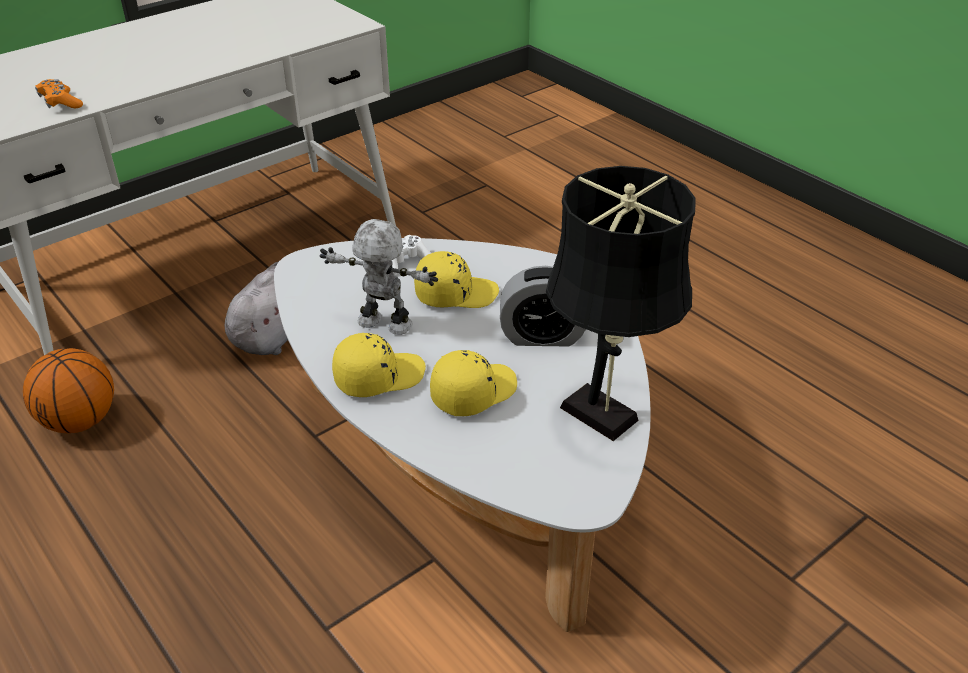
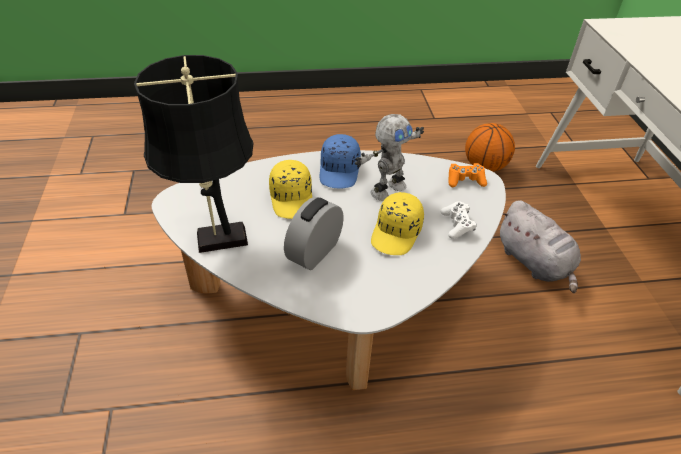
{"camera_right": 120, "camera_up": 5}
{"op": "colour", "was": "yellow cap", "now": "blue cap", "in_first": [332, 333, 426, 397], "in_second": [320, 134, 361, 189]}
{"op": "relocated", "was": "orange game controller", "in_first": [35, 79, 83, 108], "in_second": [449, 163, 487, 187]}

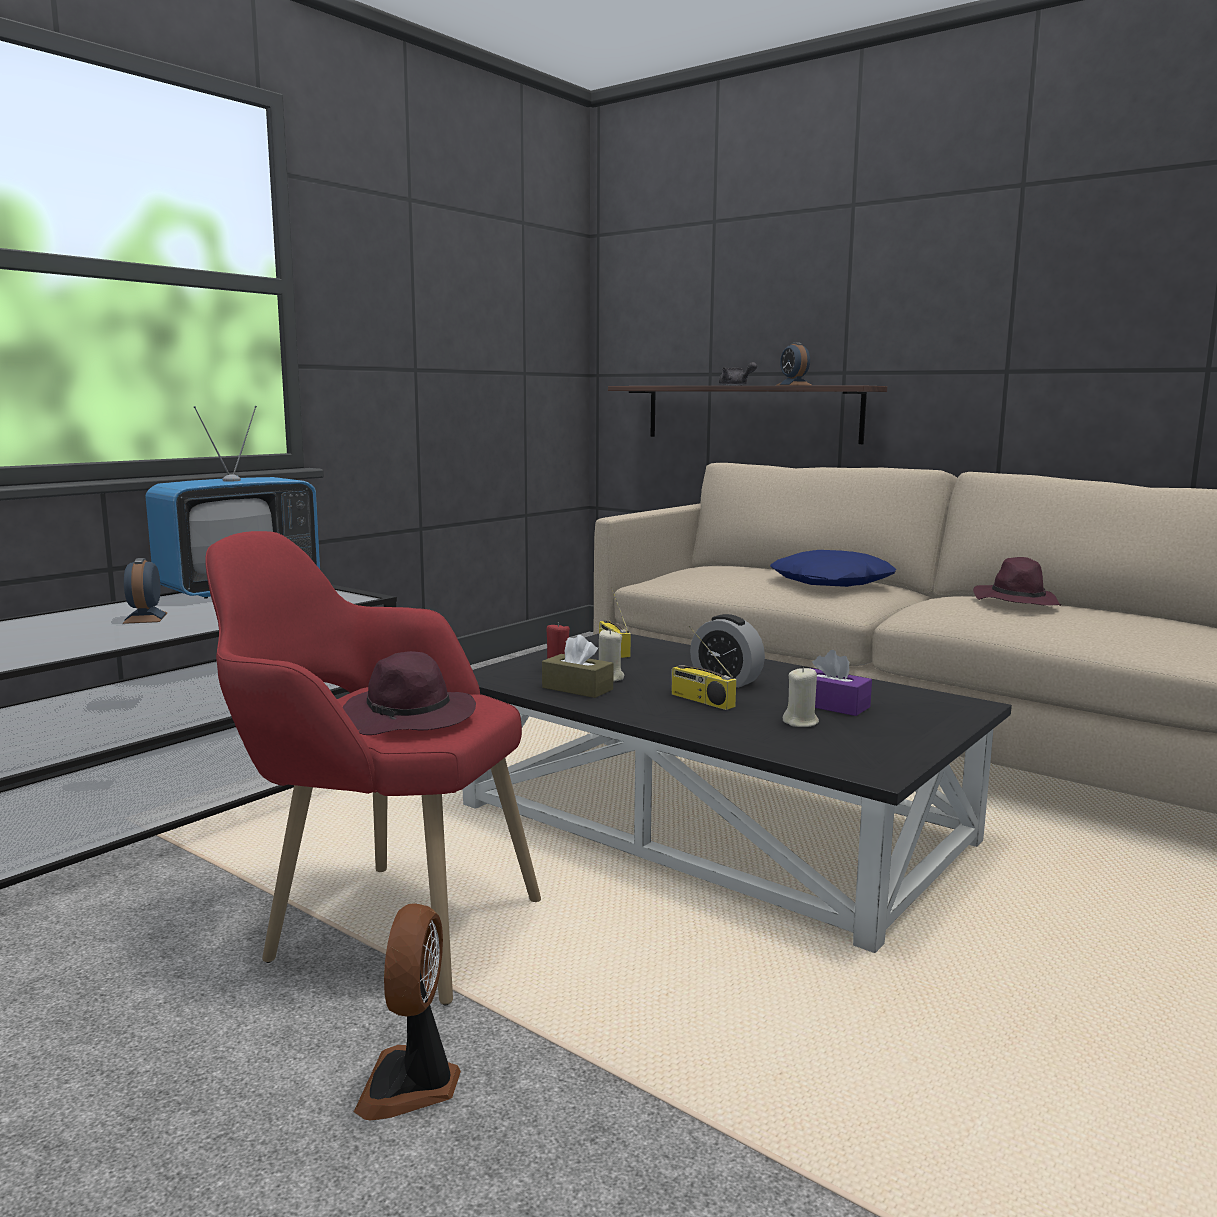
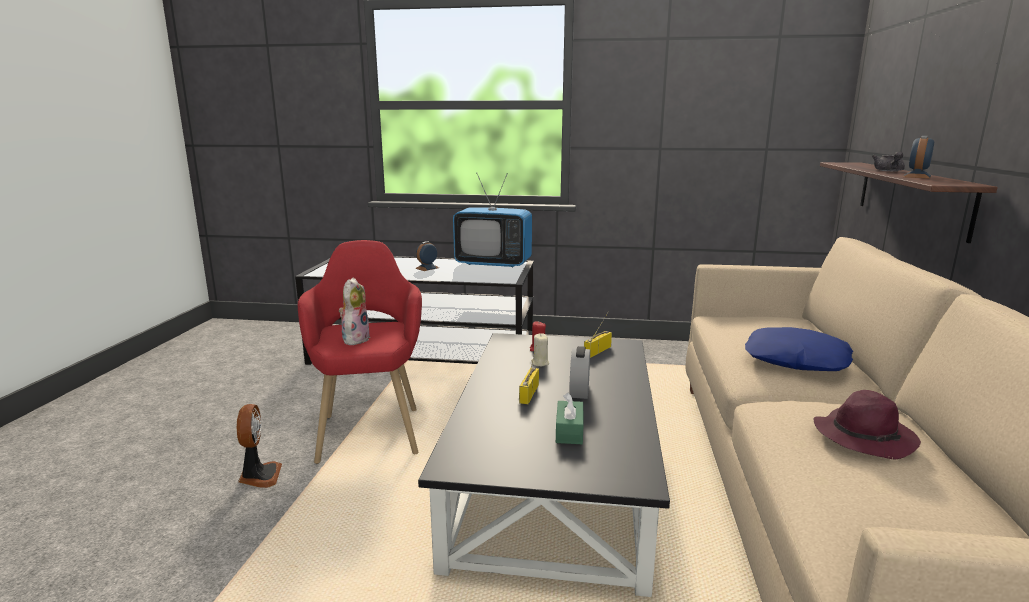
{"camera_right": 60, "camera_up": 5}
{"op": "spun", "was": "fan", "in_first": [354, 903, 461, 1121], "in_second": [237, 404, 282, 488], "clockwise": 105}
{"op": "exchanged", "was": "purple hat", "now": "plush toy", "in_first": [342, 651, 476, 735], "in_second": [339, 277, 370, 345]}
{"op": "colour", "was": "purple tissue box", "now": "green tissue box", "in_first": [810, 650, 872, 716], "in_second": [556, 393, 583, 444]}
{"op": "missing", "was": "brown tissue box", "in_first": [542, 635, 614, 698]}
{"op": "missing", "was": "beige candle", "in_first": [783, 667, 819, 727]}

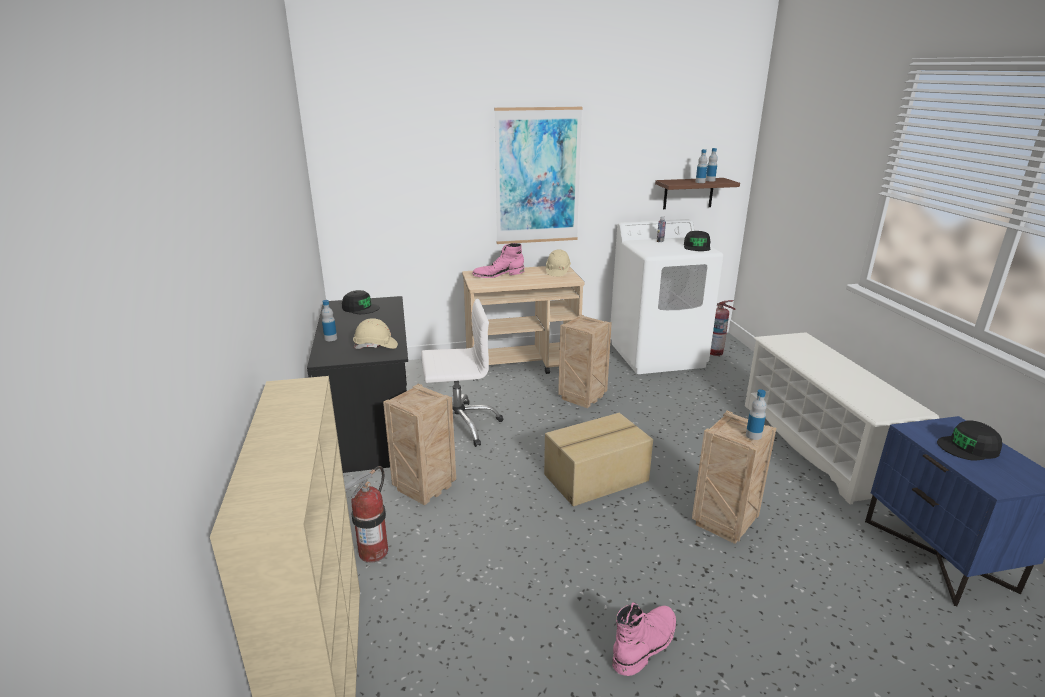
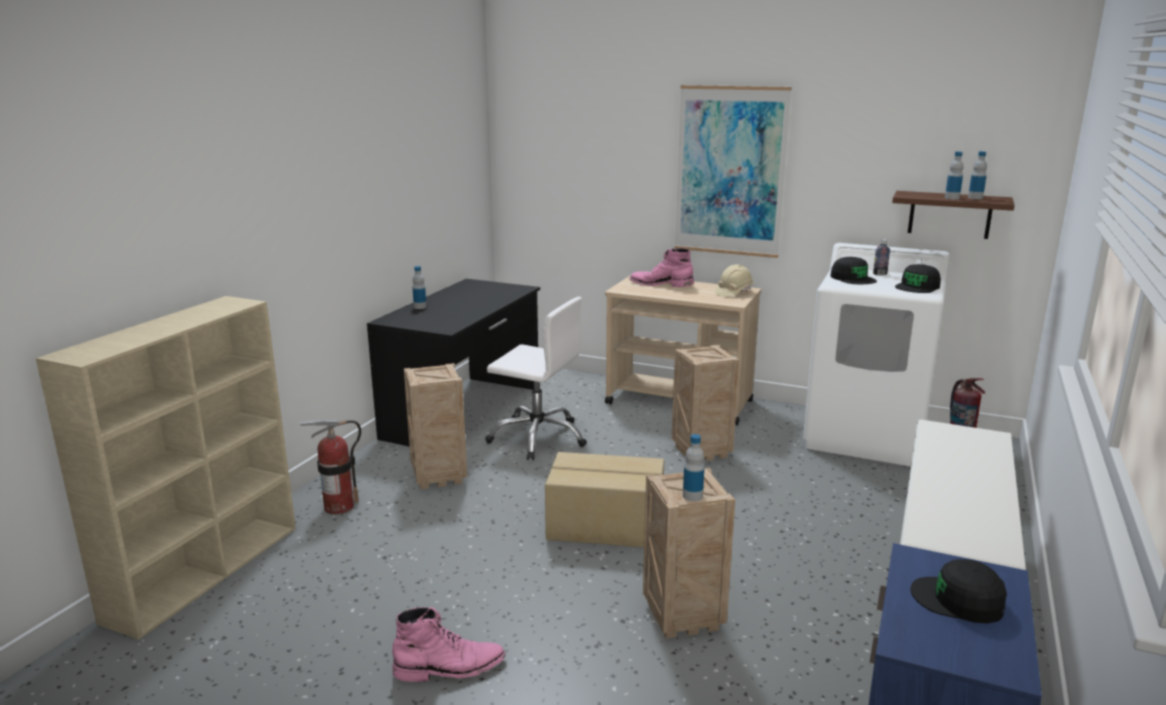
{"camera_right": 35, "camera_up": -5}
{"op": "relocated", "was": "black cap", "in_first": [342, 290, 380, 314], "in_second": [830, 257, 877, 284]}
{"op": "missing", "was": "beige hard hat", "in_first": [353, 318, 398, 349]}

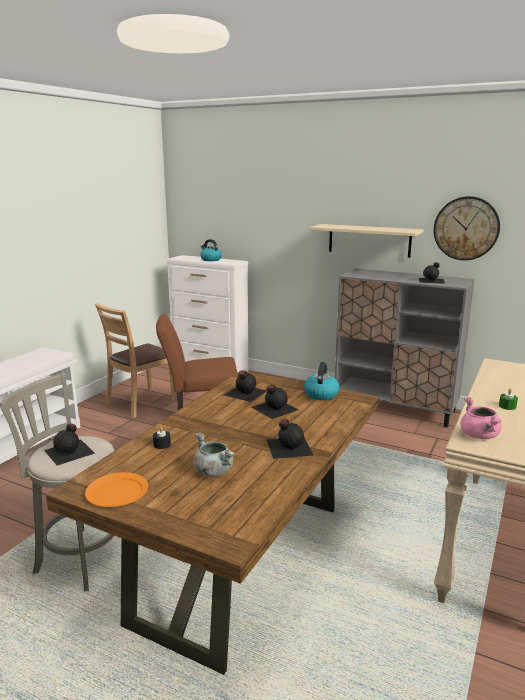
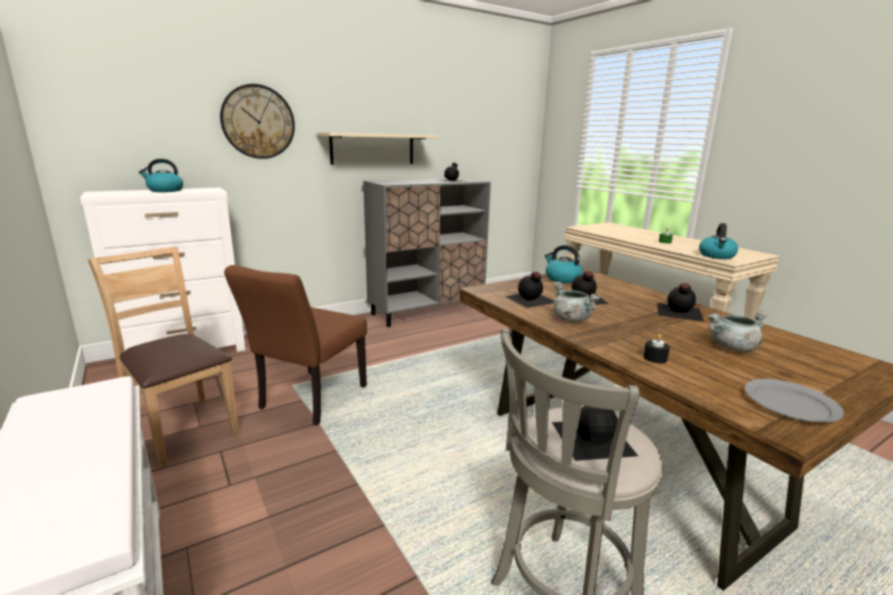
{"camera_right": -60, "camera_up": 0}
{"op": "spun", "was": "brown chair", "in_first": [95, 303, 177, 418], "in_second": [88, 247, 240, 468], "clockwise": 150}
{"op": "relocated", "was": "wall clock", "in_first": [433, 196, 500, 261], "in_second": [220, 84, 295, 159]}
{"op": "appeared", "now": "grey cooking pot", "in_second": [553, 282, 600, 322]}
{"op": "exchanged", "was": "pink cooking pot", "now": "kettle", "in_first": [461, 397, 502, 439], "in_second": [699, 223, 738, 259]}
{"op": "colour", "was": "orange plate", "now": "grey plate", "in_first": [85, 472, 148, 507], "in_second": [745, 379, 844, 422]}

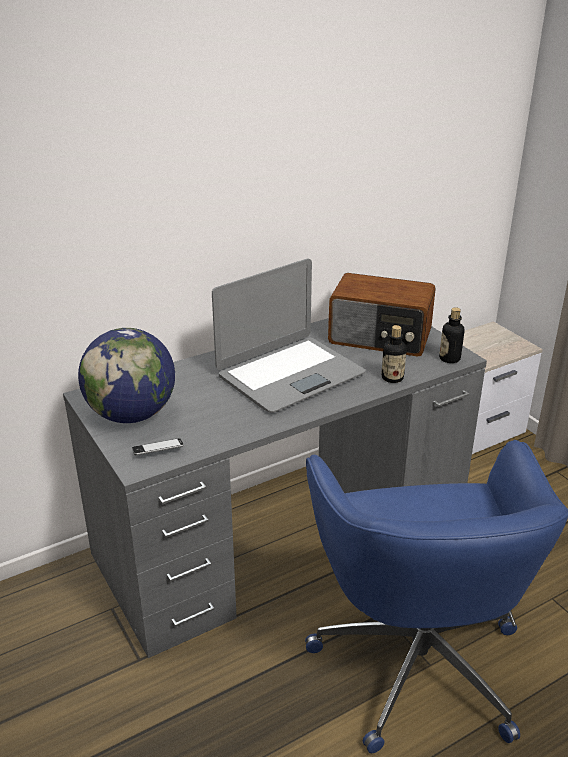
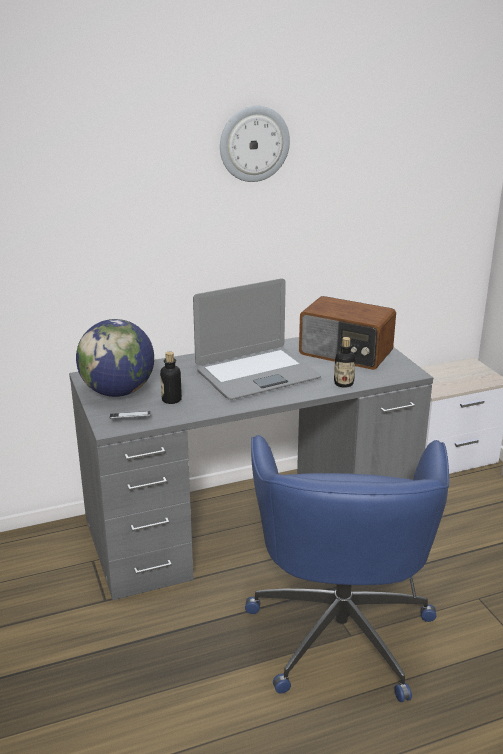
{"camera_right": 10, "camera_up": -5}
{"op": "relocated", "was": "bottle", "in_first": [439, 307, 465, 363], "in_second": [160, 351, 182, 404]}
{"op": "appeared", "now": "wall clock", "in_second": [220, 106, 290, 182]}

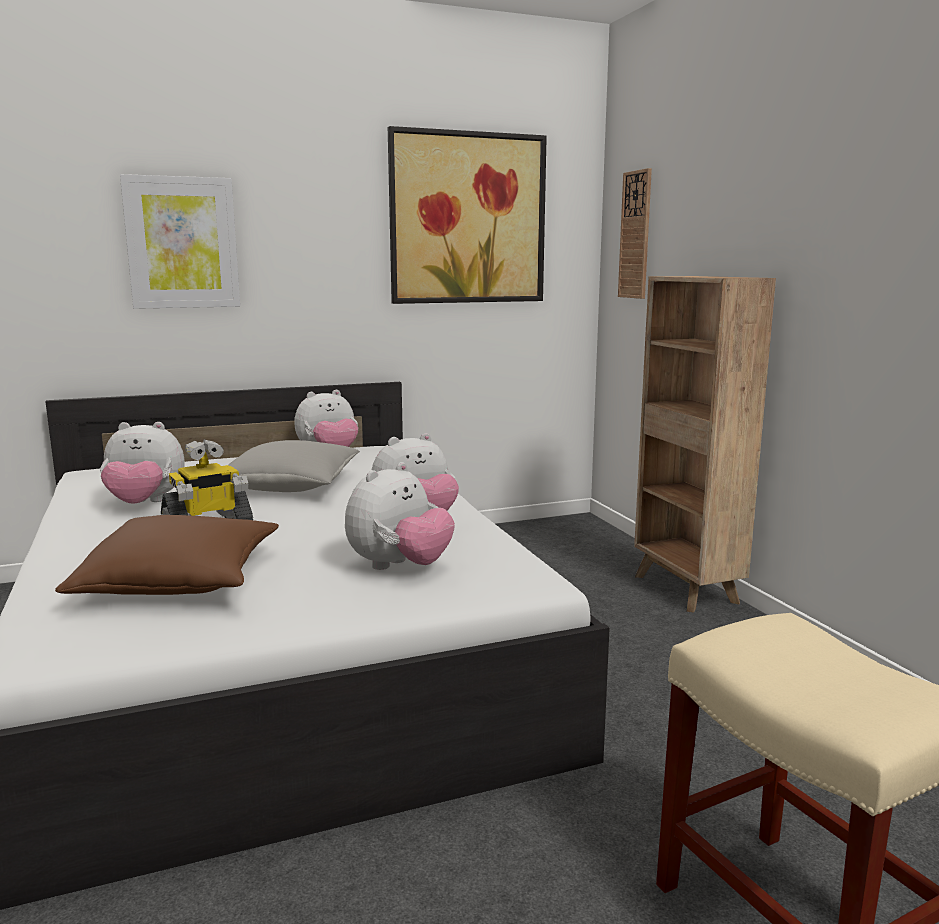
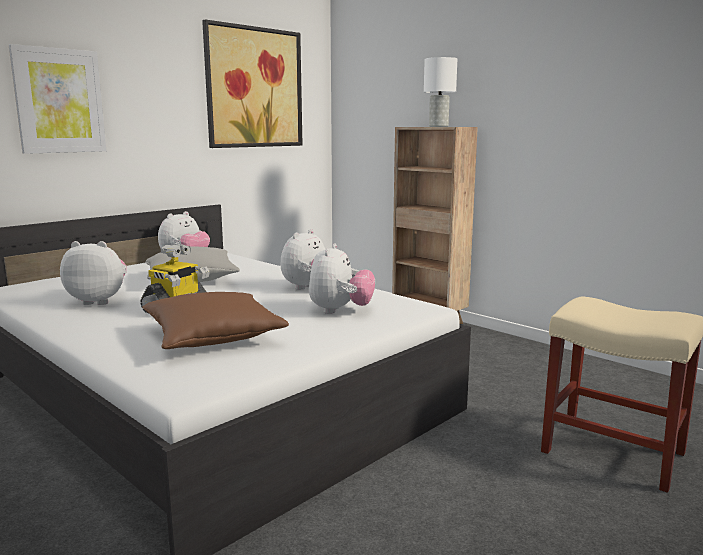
{"camera_right": -25, "camera_up": 0}
{"op": "spun", "was": "plush toy", "in_first": [100, 422, 184, 504], "in_second": [60, 241, 127, 305], "clockwise": -150}
{"op": "appeared", "now": "white table lamp", "in_second": [424, 57, 457, 127]}
{"op": "missing", "was": "wall clock", "in_first": [618, 168, 652, 299]}

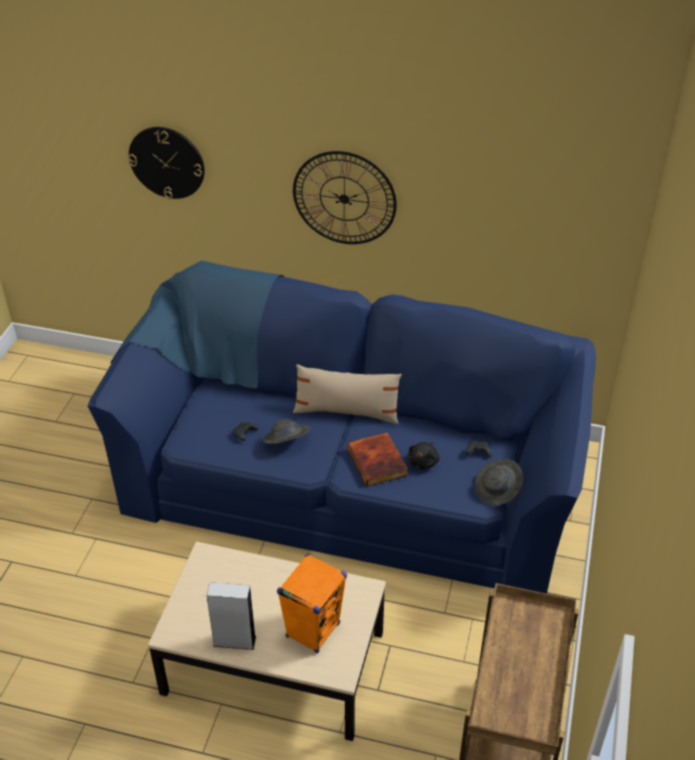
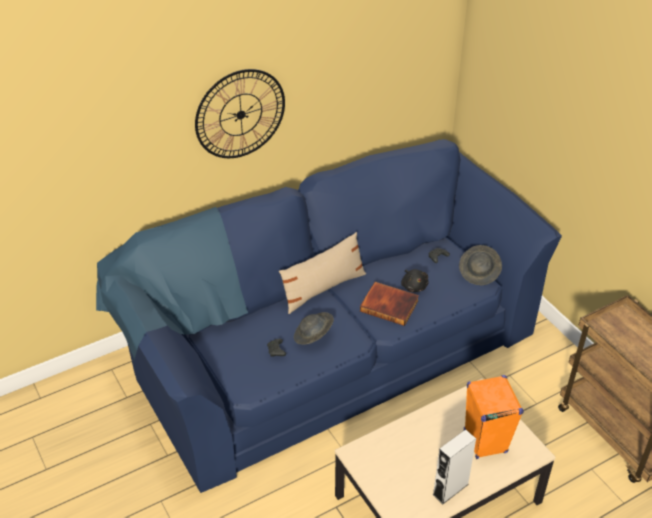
{"camera_right": -45, "camera_up": 0}
{"op": "missing", "was": "wall clock", "in_first": [128, 127, 205, 199]}

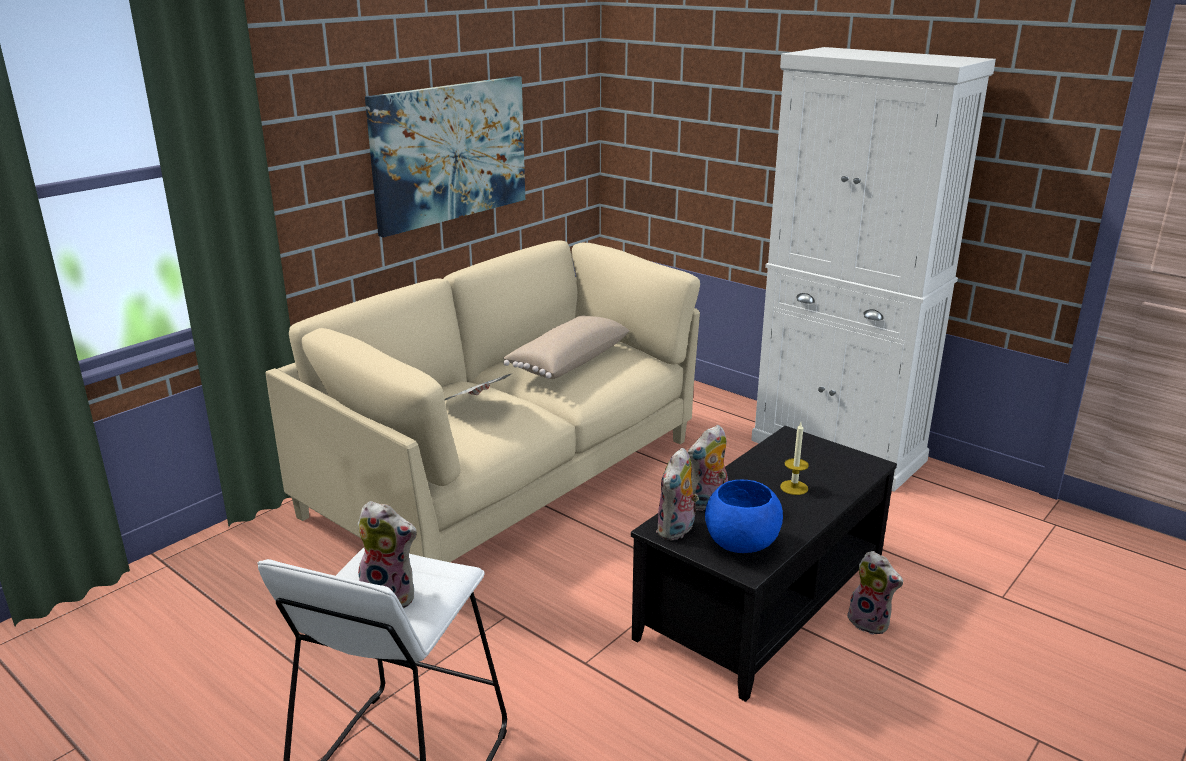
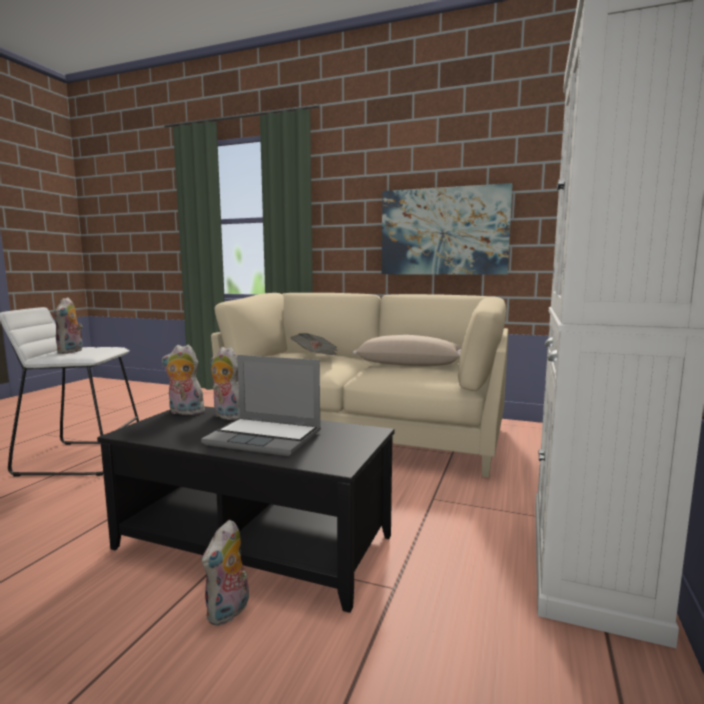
{"camera_right": 70, "camera_up": -15}
{"op": "exchanged", "was": "candle", "now": "laptop", "in_first": [780, 423, 809, 495], "in_second": [201, 355, 321, 456]}
{"op": "missing", "was": "blue bowl", "in_first": [705, 480, 783, 553]}

